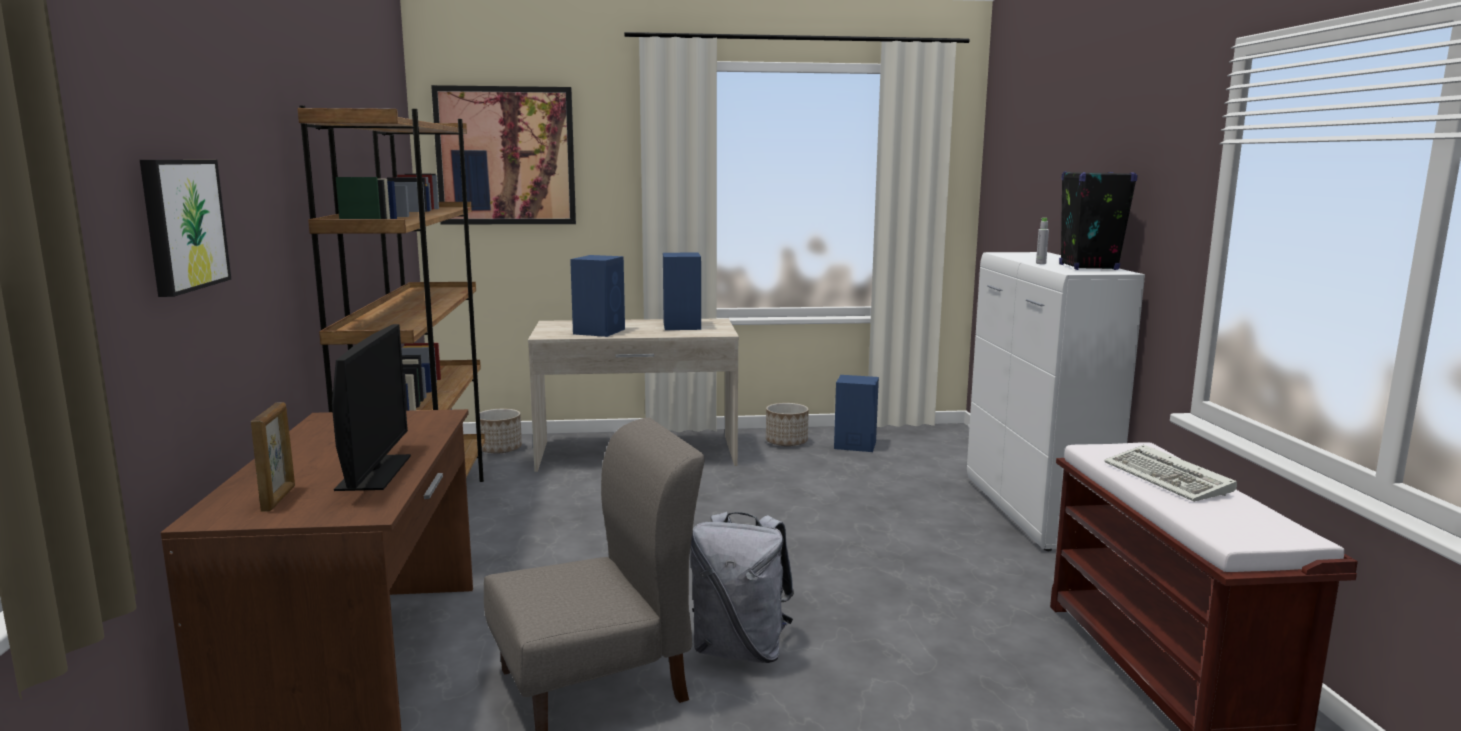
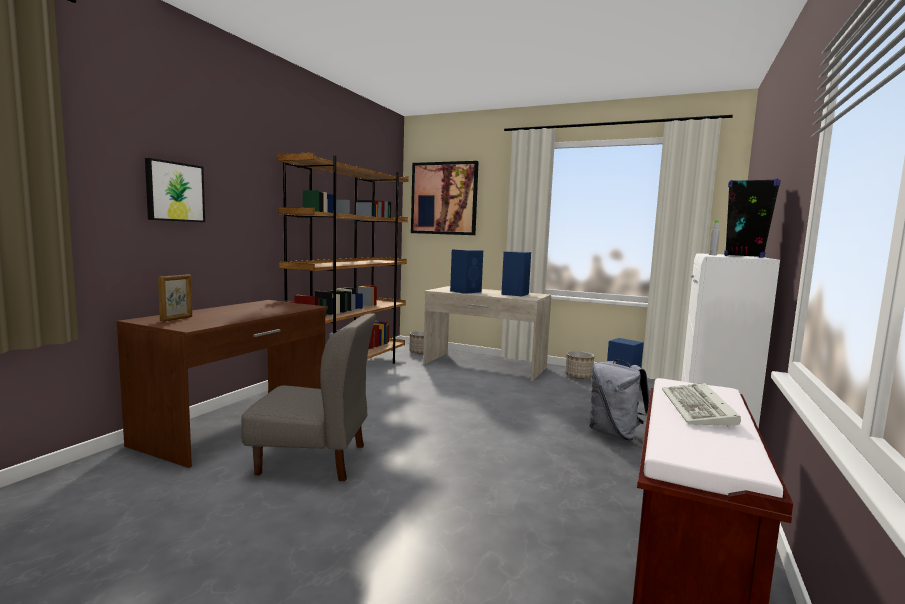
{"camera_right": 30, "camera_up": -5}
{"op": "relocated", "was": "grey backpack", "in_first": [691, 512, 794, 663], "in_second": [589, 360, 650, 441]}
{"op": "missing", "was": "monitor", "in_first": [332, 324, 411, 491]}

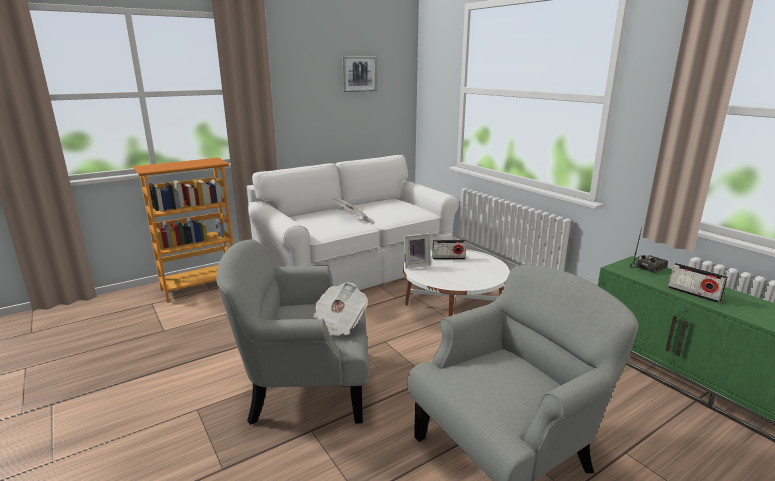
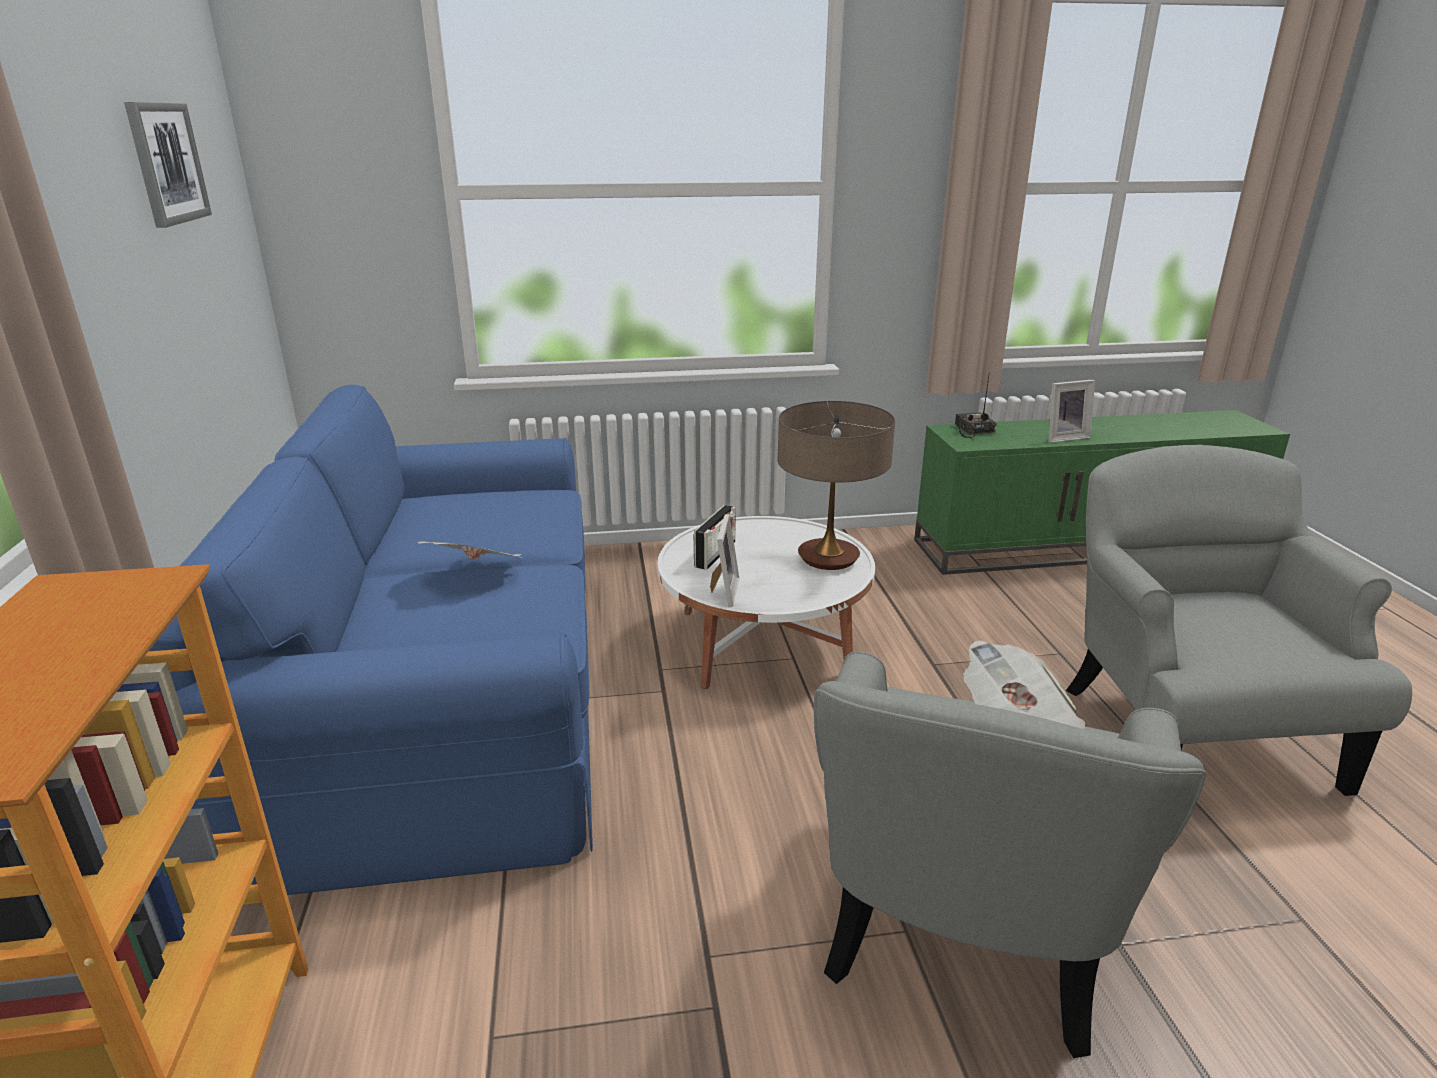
{"camera_right": -65, "camera_up": 5}
{"op": "colour", "was": "white sofa", "now": "blue sofa", "in_first": [247, 155, 459, 290], "in_second": [149, 385, 593, 895]}
{"op": "appeared", "now": "table lamp", "in_second": [778, 401, 895, 570]}
{"op": "exchanged", "was": "radio", "now": "picture frame", "in_first": [668, 263, 728, 303], "in_second": [1048, 379, 1095, 443]}

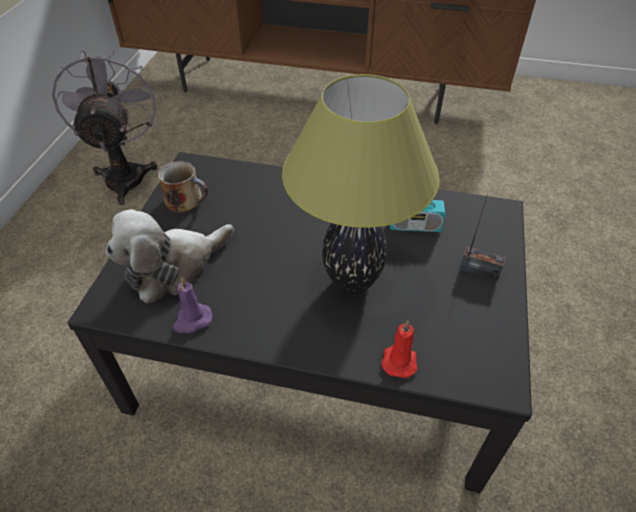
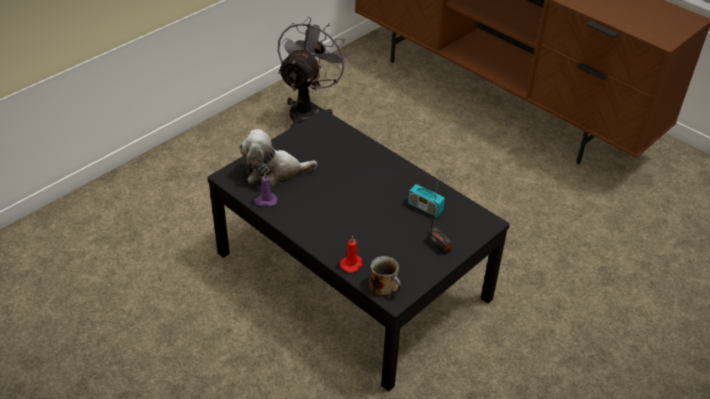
{"camera_right": 30, "camera_up": -5}
{"op": "relocated", "was": "mug", "in_first": [158, 161, 208, 213], "in_second": [369, 256, 401, 296]}
{"op": "missing", "was": "table lamp", "in_first": [282, 74, 440, 295]}

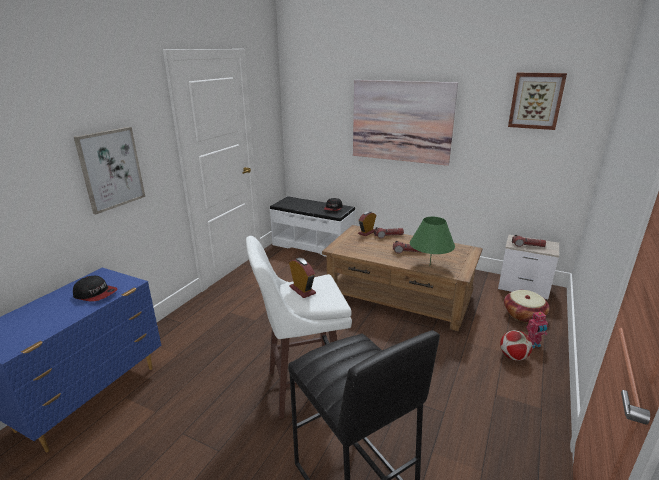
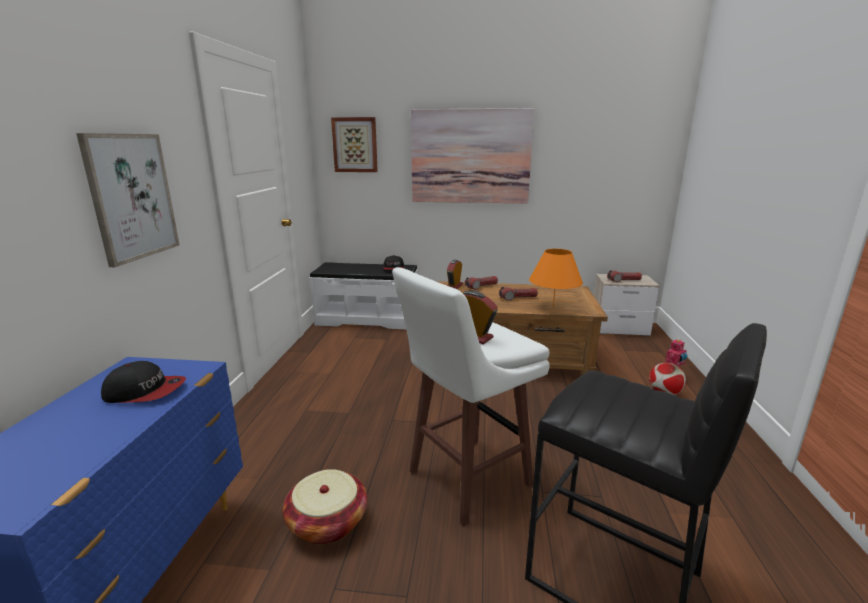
{"camera_right": -20, "camera_up": -5}
{"op": "relocated", "was": "basket", "in_first": [504, 290, 550, 323], "in_second": [283, 469, 367, 545]}
{"op": "relocated", "was": "picture", "in_first": [508, 73, 567, 130], "in_second": [331, 117, 378, 172]}
{"op": "colour", "was": "green table lamp", "now": "orange table lamp", "in_first": [410, 217, 455, 264], "in_second": [529, 249, 583, 308]}

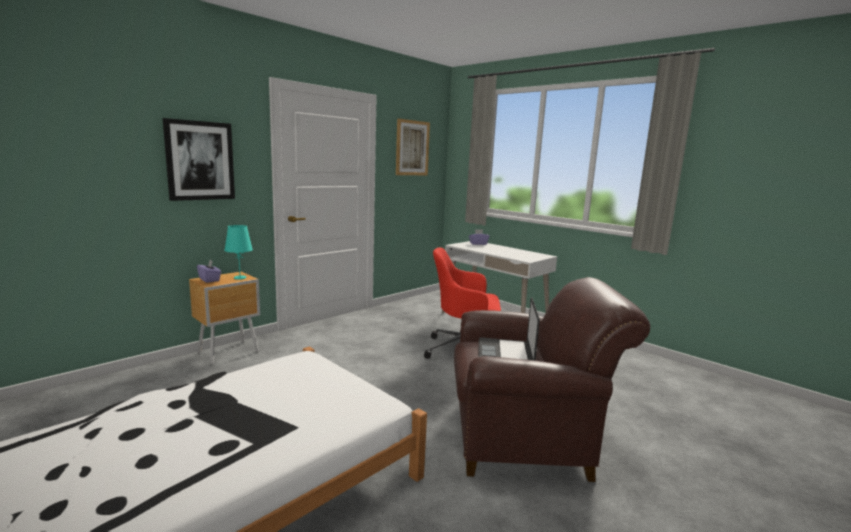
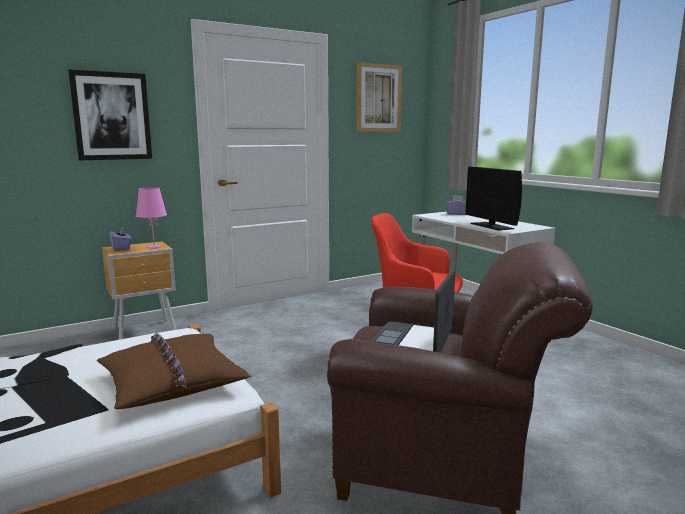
{"camera_right": 15, "camera_up": 0}
{"op": "appeared", "now": "brown pillow", "in_second": [97, 333, 251, 409]}
{"op": "colour", "was": "turquoise table lamp", "now": "pink table lamp", "in_first": [224, 225, 253, 279], "in_second": [136, 187, 167, 249]}
{"op": "appeared", "now": "monitor", "in_second": [465, 167, 522, 231]}

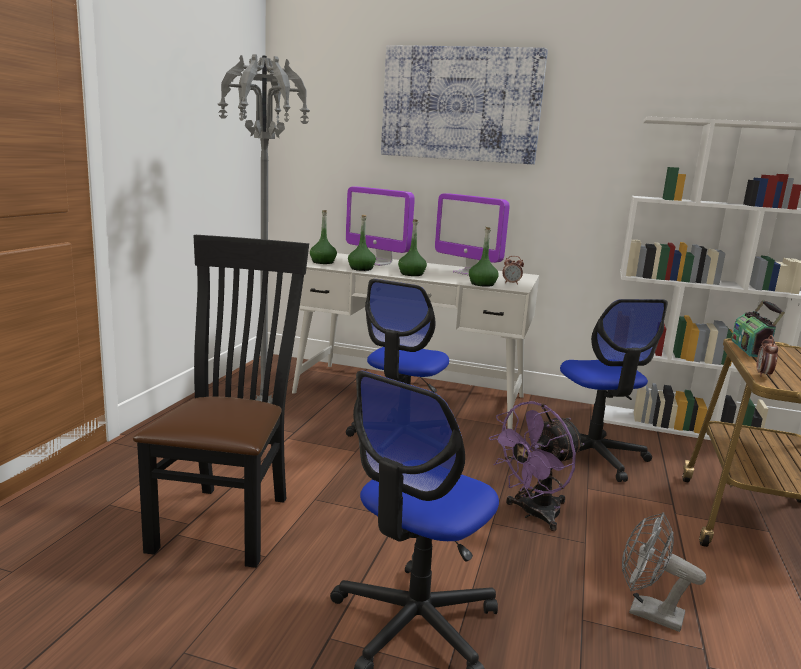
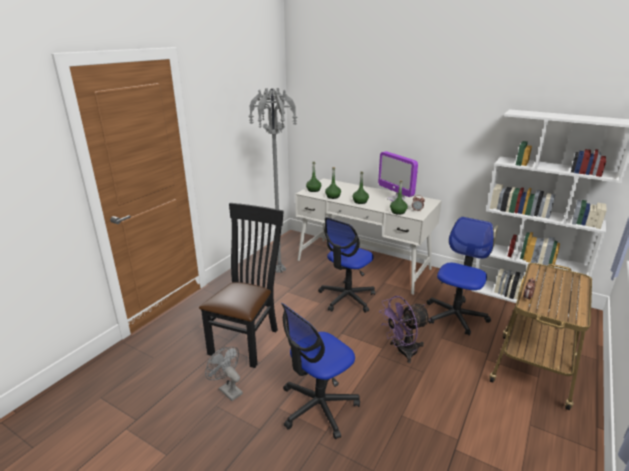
{"camera_right": 15, "camera_up": 10}
{"op": "relocated", "was": "grey fan", "in_first": [622, 512, 706, 632], "in_second": [205, 346, 243, 401]}
{"op": "spun", "was": "office chair", "in_first": [560, 299, 668, 482], "in_second": [427, 217, 494, 336], "clockwise": -150}
{"op": "missing", "was": "monitor", "in_first": [346, 187, 415, 266]}
{"op": "missing", "was": "picture", "in_first": [381, 45, 548, 164]}
{"op": "missing", "was": "radio", "in_first": [731, 300, 785, 357]}

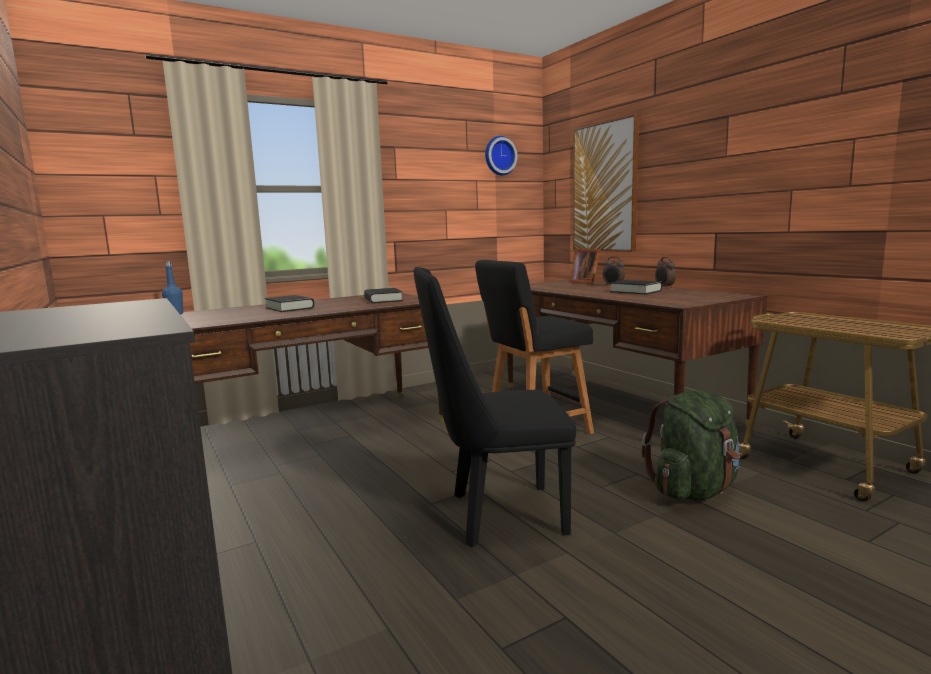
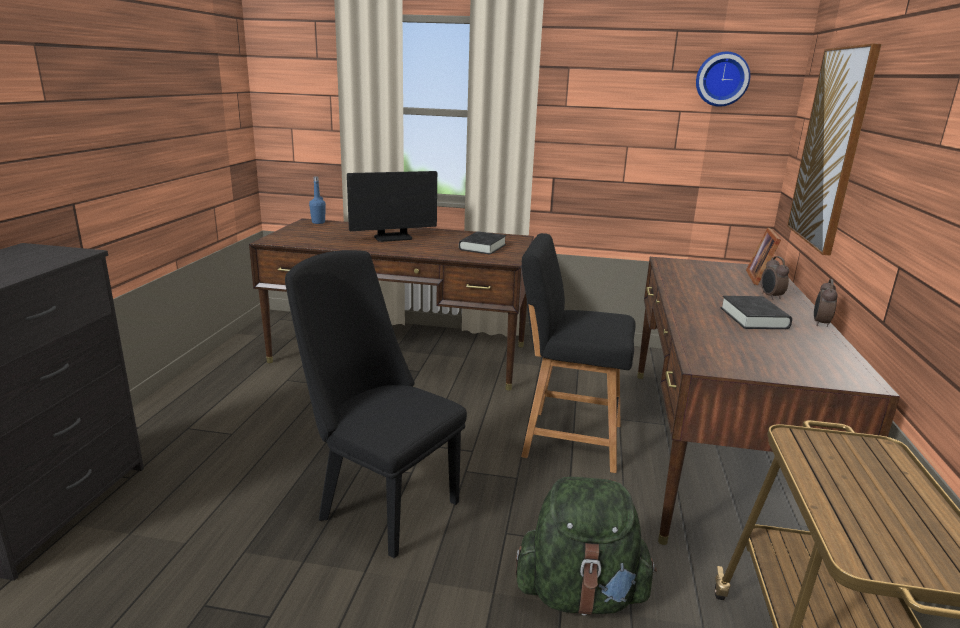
{"camera_right": 40, "camera_up": 10}
{"op": "exchanged", "was": "black book", "now": "monitor", "in_first": [265, 295, 314, 312], "in_second": [347, 171, 437, 242]}

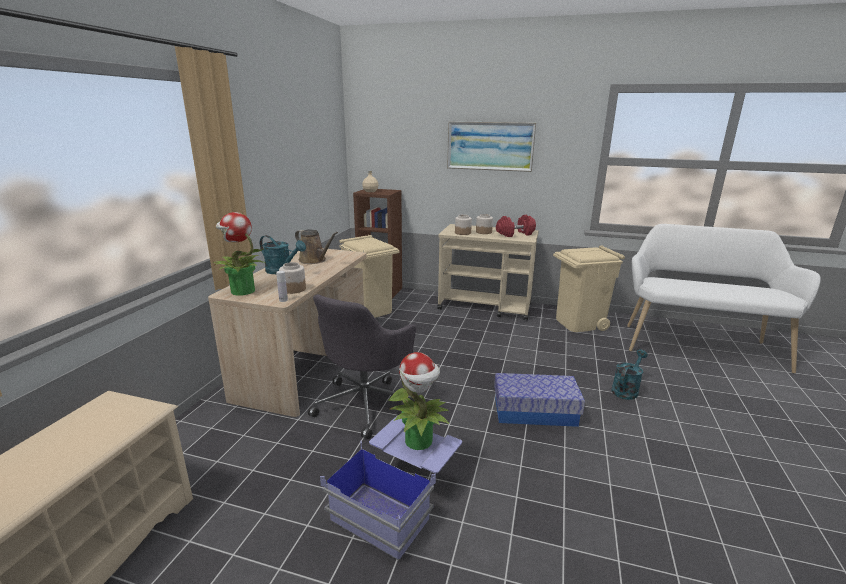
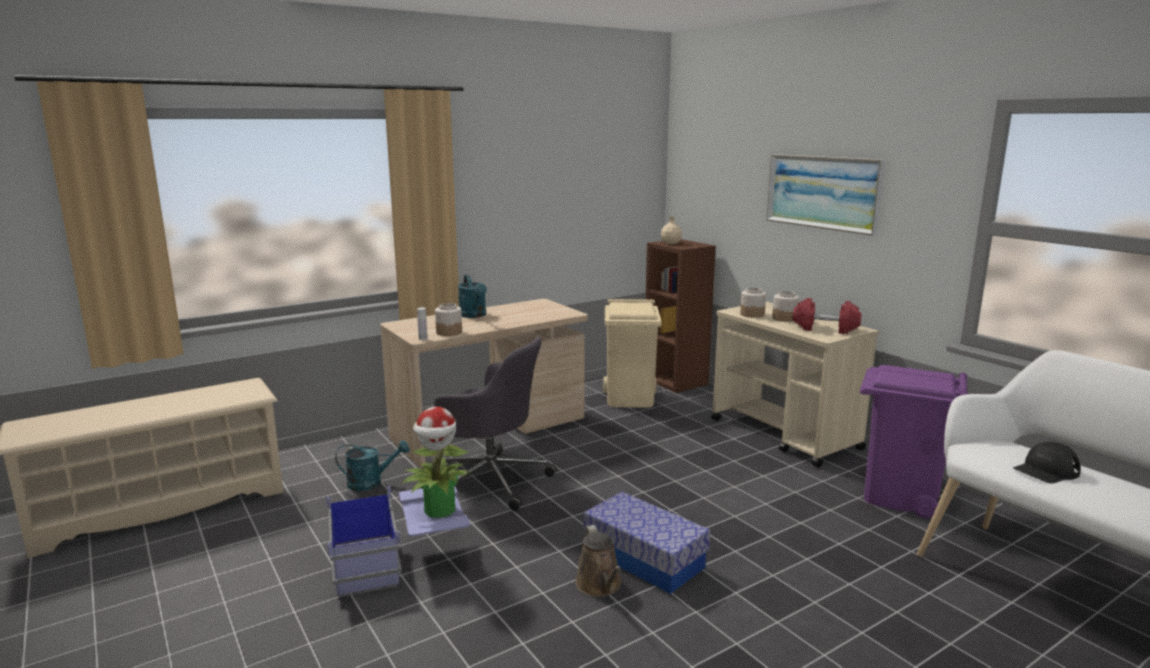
{"camera_right": 40, "camera_up": -5}
{"op": "relocated", "was": "turquoise watering can", "in_first": [611, 349, 648, 400], "in_second": [335, 440, 410, 491]}
{"op": "spun", "was": "grey office chair", "in_first": [308, 294, 416, 439], "in_second": [434, 336, 557, 511], "clockwise": -135}
{"op": "relocated", "was": "brown watering can", "in_first": [295, 229, 338, 264], "in_second": [575, 525, 622, 597]}
{"op": "colour", "was": "beige trash can", "now": "purple trash can", "in_first": [553, 246, 625, 332], "in_second": [860, 365, 968, 518]}
{"op": "appeared", "now": "black cap", "in_second": [1013, 442, 1081, 484]}
{"op": "missing", "was": "potted plant", "in_first": [213, 212, 265, 296]}

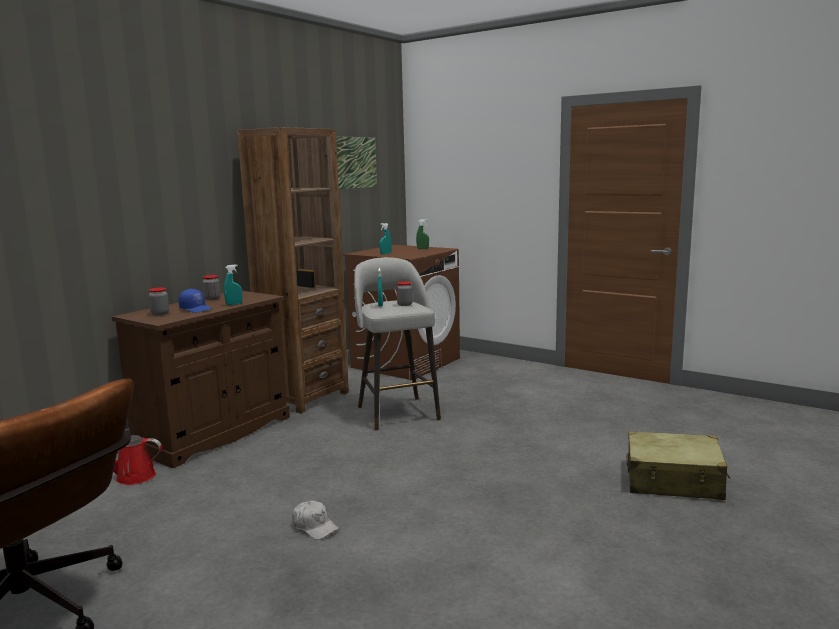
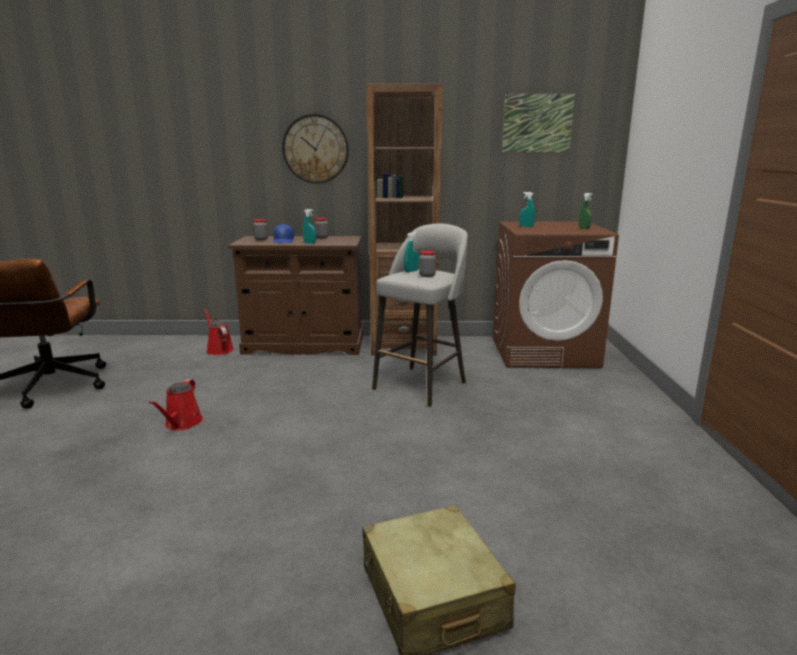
{"camera_right": 55, "camera_up": 5}
{"op": "exchanged", "was": "white cap", "now": "red watering can", "in_first": [292, 501, 339, 540], "in_second": [149, 379, 203, 430]}
{"op": "appeared", "now": "wall clock", "in_second": [282, 114, 349, 184]}

